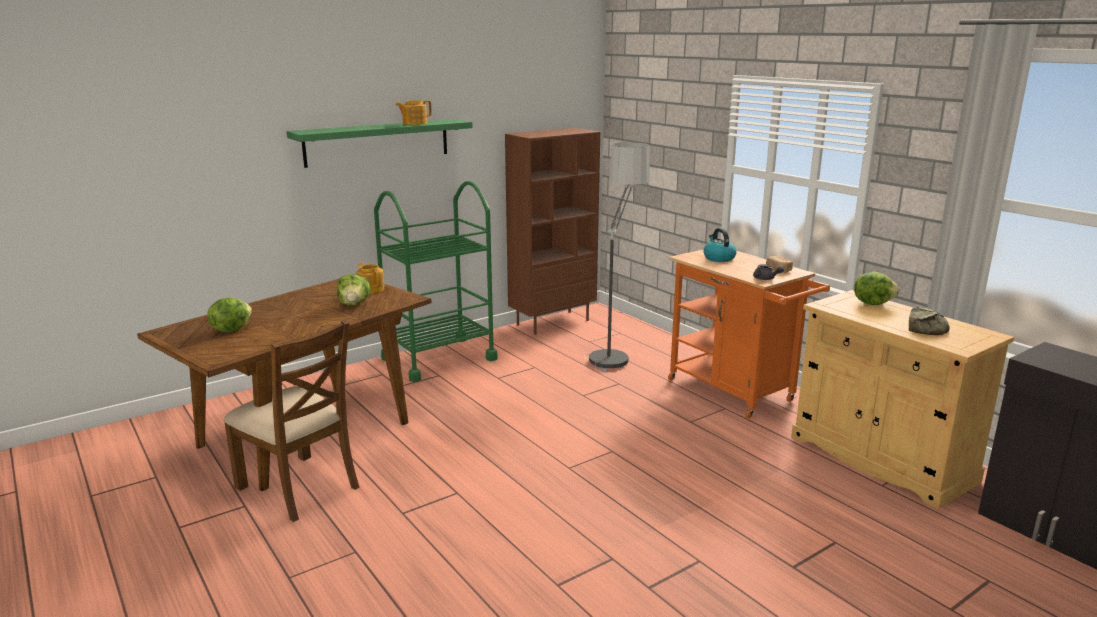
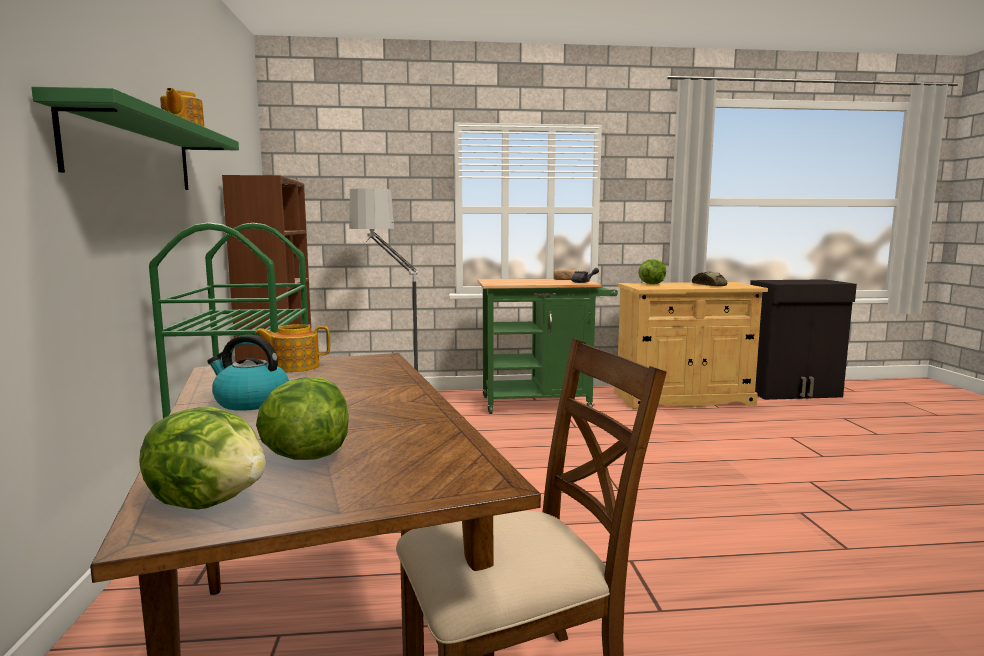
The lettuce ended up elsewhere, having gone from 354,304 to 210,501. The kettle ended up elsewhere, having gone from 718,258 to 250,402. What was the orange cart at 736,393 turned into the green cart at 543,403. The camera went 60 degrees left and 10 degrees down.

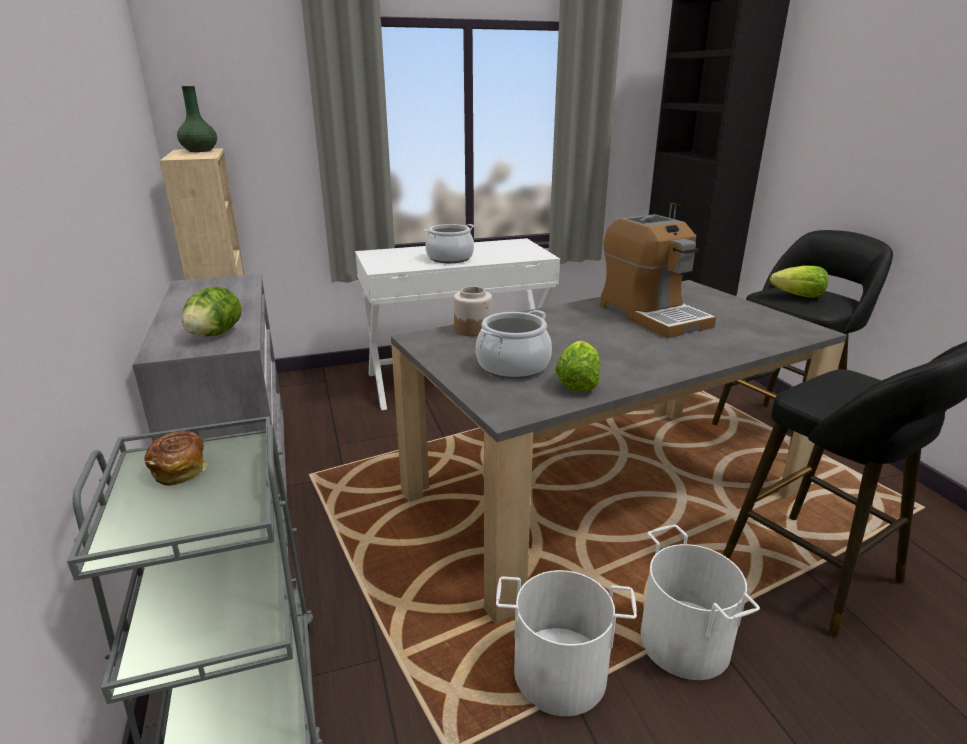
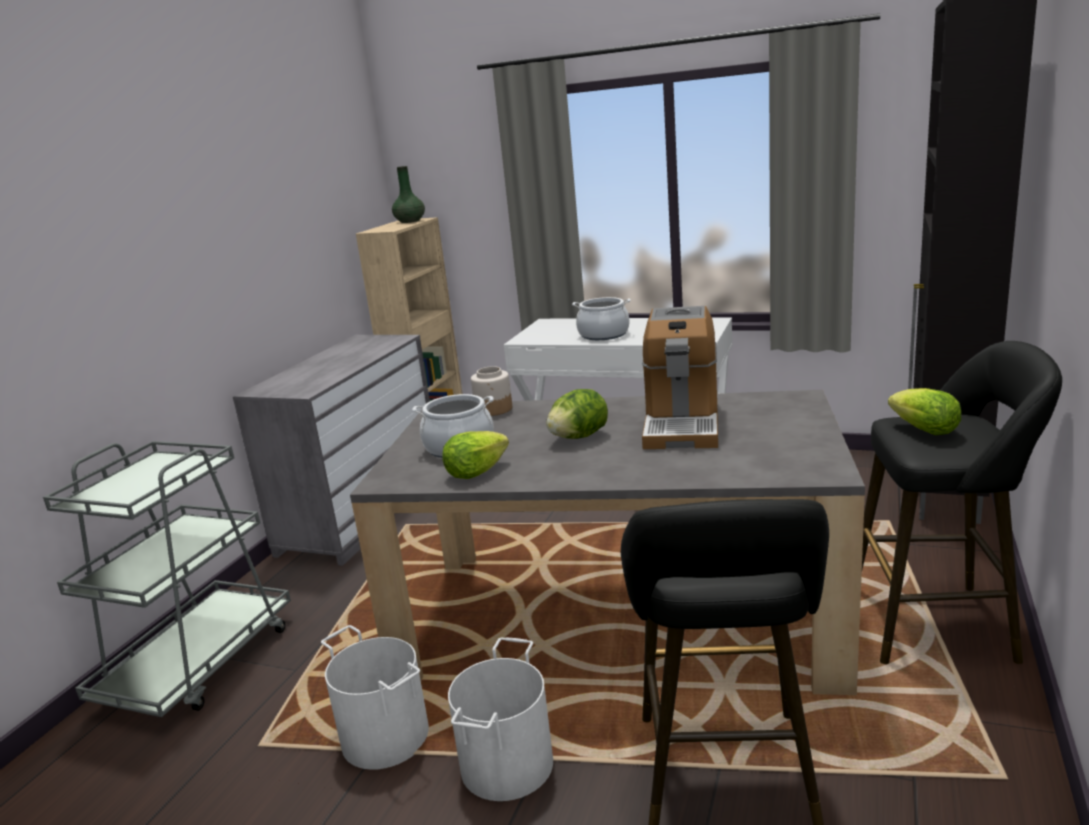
The second view lost the bread at 180,469. The lettuce ended up elsewhere, having gone from 215,334 to 579,437. The camera went 40 degrees right and 5 degrees down.

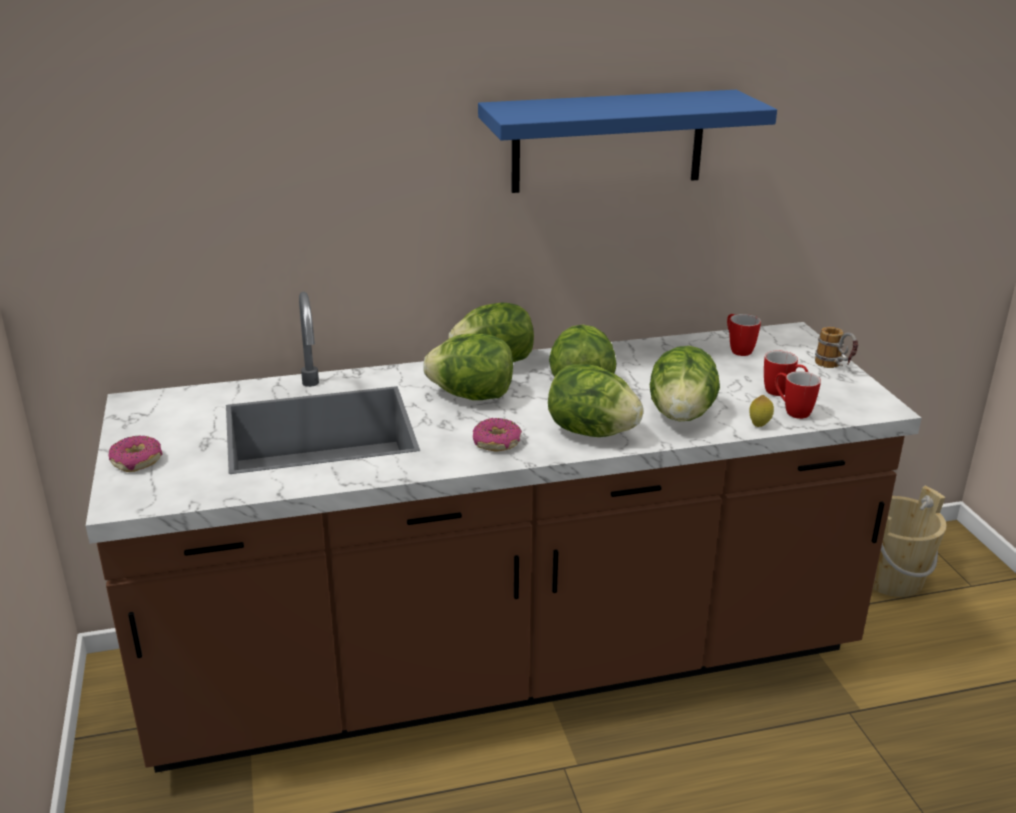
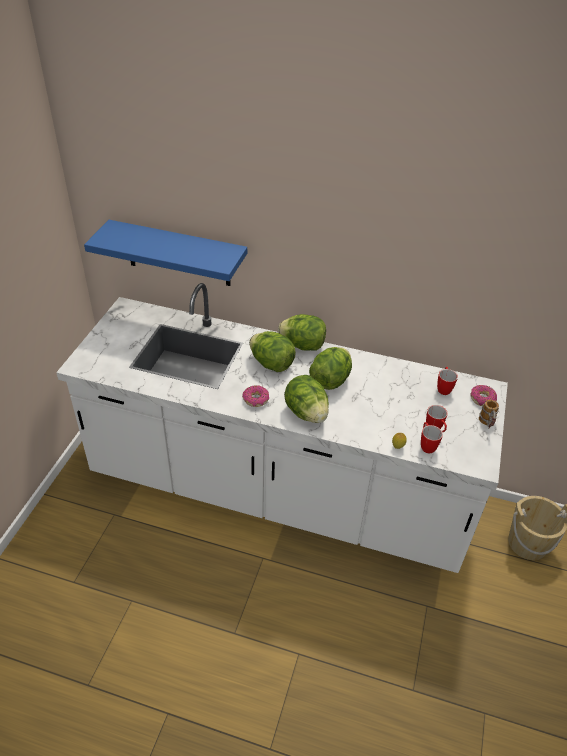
The second view lost the lettuce at 681,415. The donut ended up elsewhere, having gone from 137,461 to 482,399. The blue shelf ended up elsewhere, having gone from 608,141 to 178,254. What was the brown counter at 506,664 turned into the white counter at 278,491. The camera went 30 degrees right and 15 degrees up.

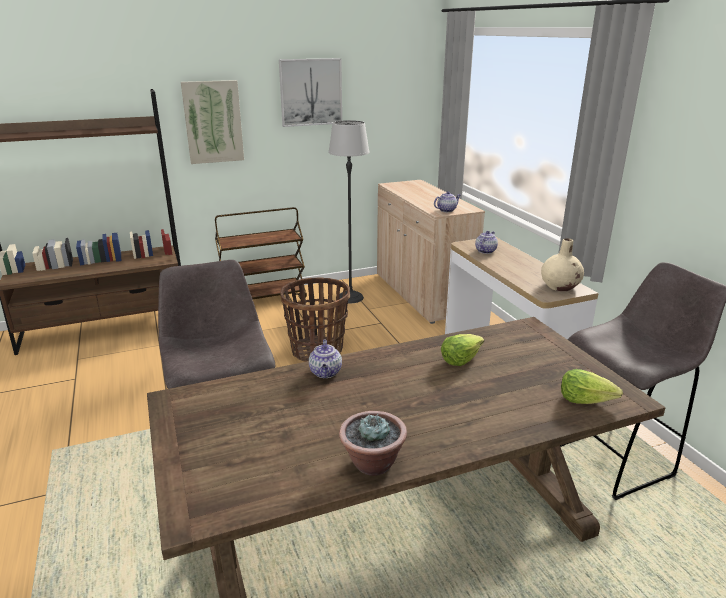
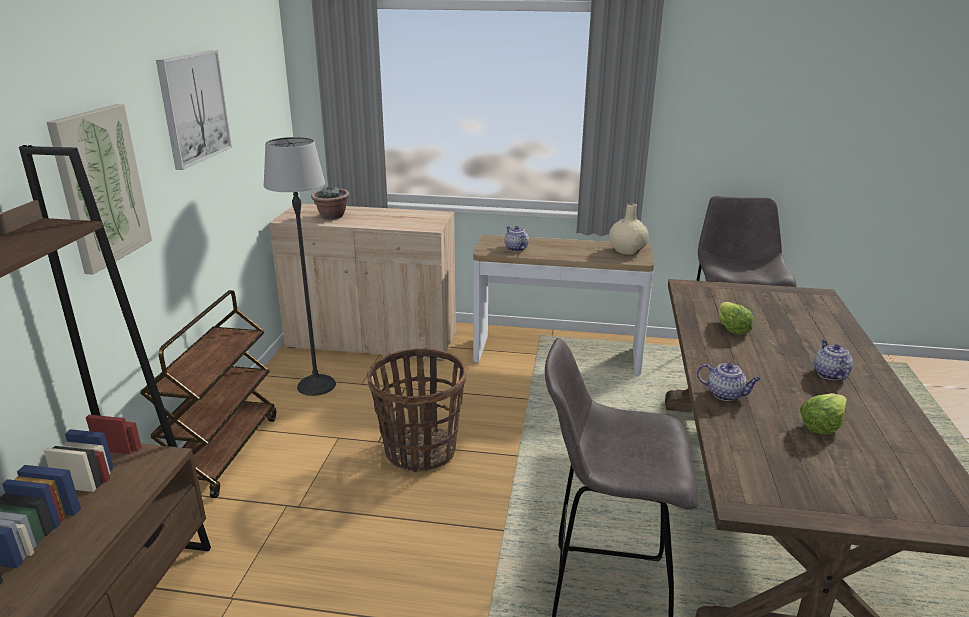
The potted plant ended up elsewhere, having gone from 372,463 to 332,216. The teapot ended up elsewhere, having gone from 446,210 to 829,374. The lettuce ended up elsewhere, having gone from 585,399 to 821,425. The camera went 60 degrees left and 0 degrees up.

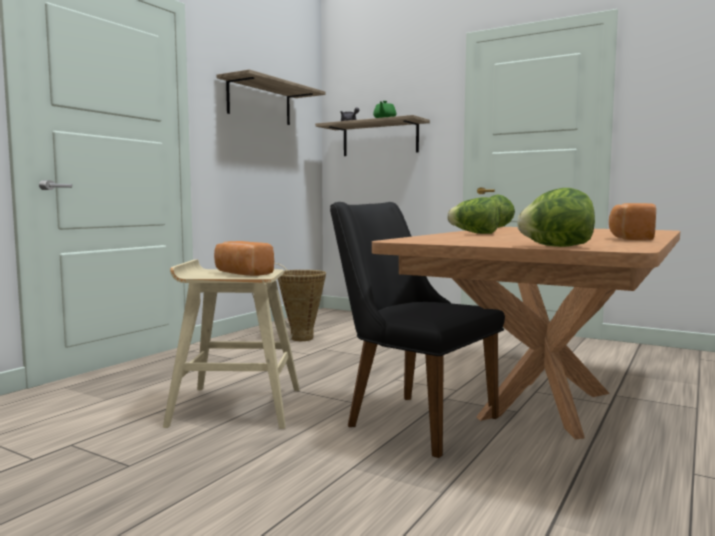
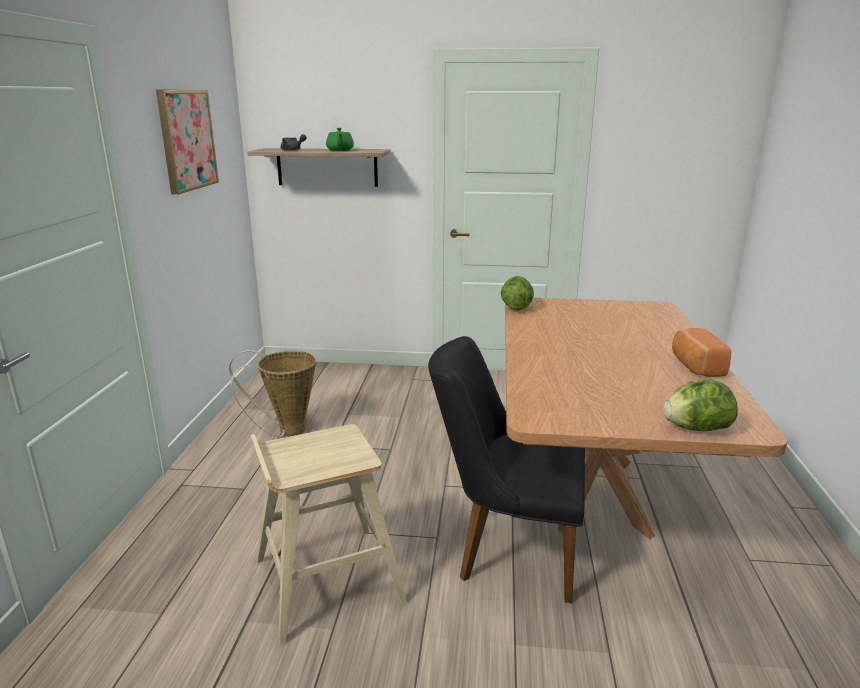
The second view lost the bread at 241,274. The second view lost the lettuce at 474,233. Where the shelf hung at 259,102, the picture came to hang at 187,140. The camera went 25 degrees left and 15 degrees up.

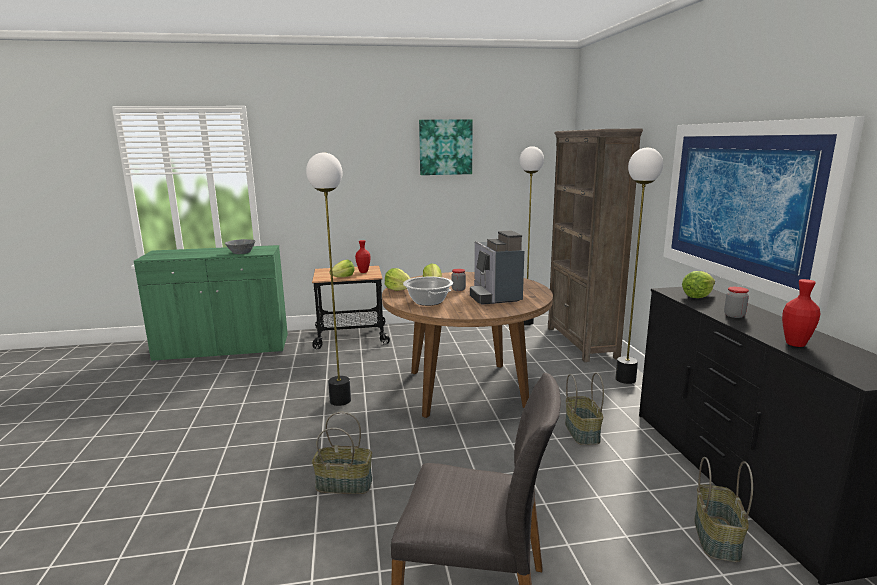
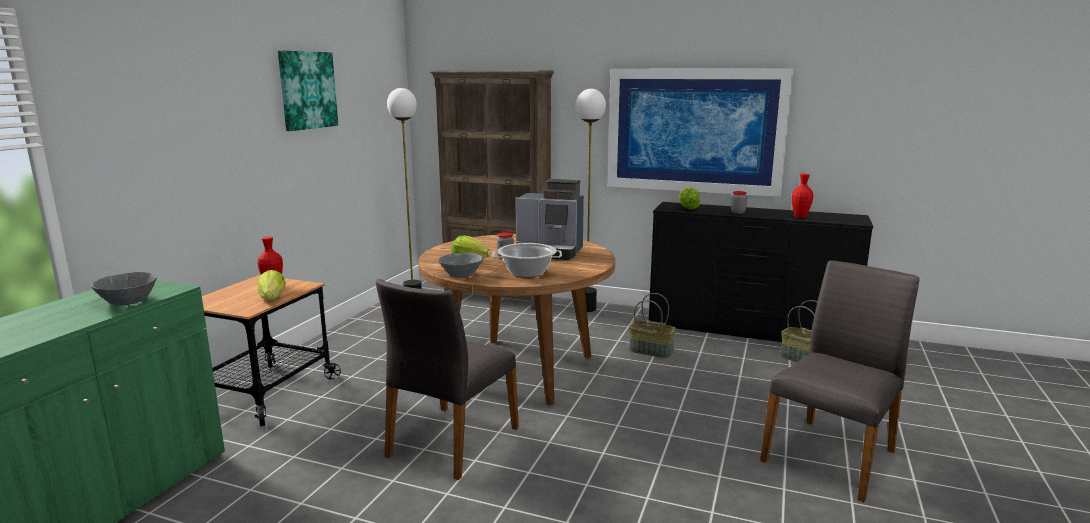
The second view lost the basket at 345,484. Where the floor lamp stood at 340,400, the grey chair came to stand at 451,442. Where the lettuce stood at 399,290, the grey bowl came to stand at 461,275. The camera went 60 degrees left and 0 degrees up.

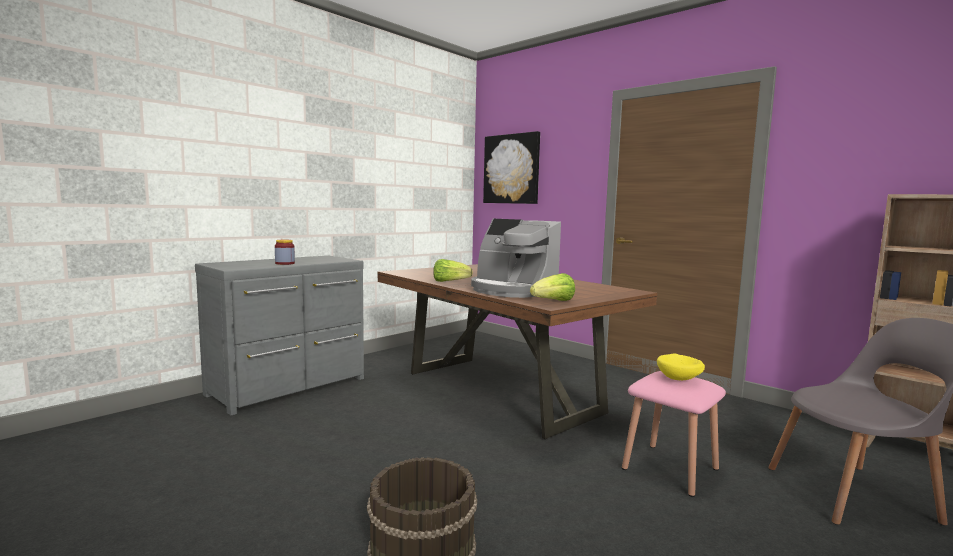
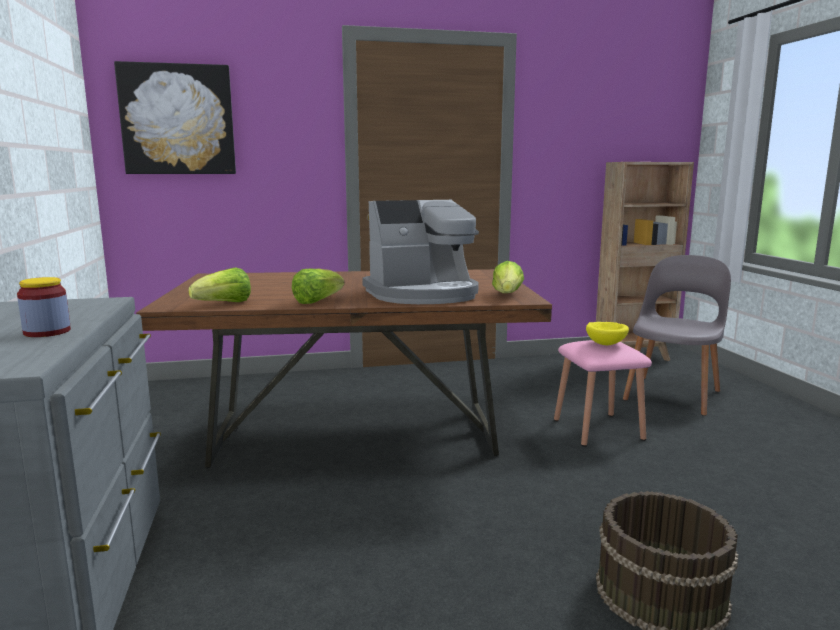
The second view gained the lettuce at 225,304. The camera went 55 degrees left and 5 degrees up.

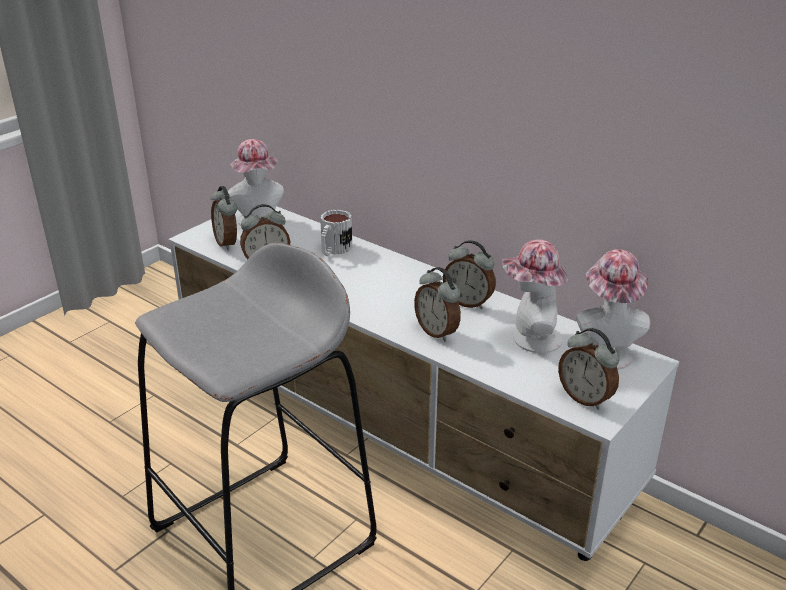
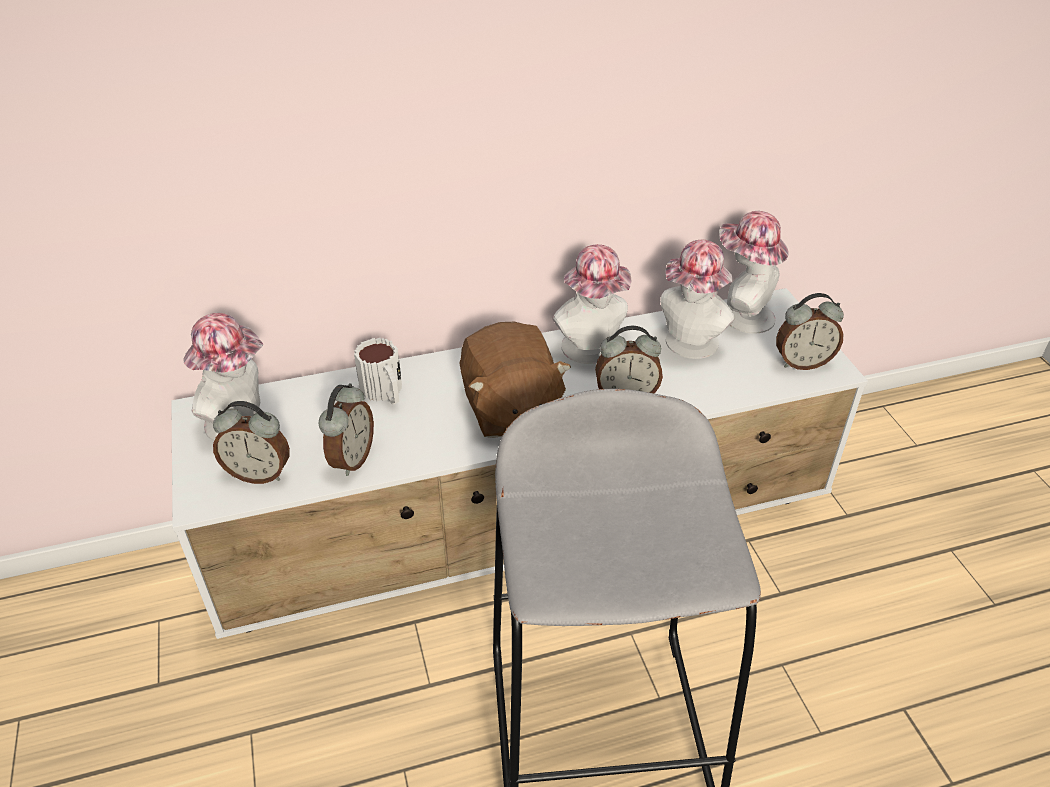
The second view gained the brown plush toy at 510,409. Where the alarm clock stood at 468,302, the hat came to stand at 592,351. The camera went 55 degrees left and 10 degrees up.

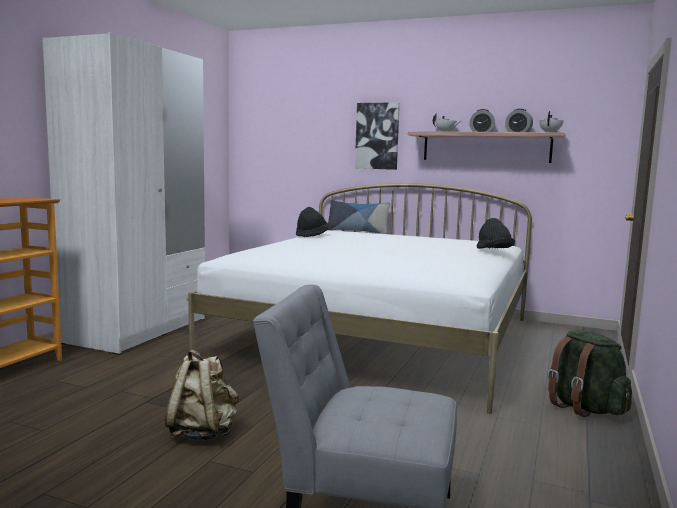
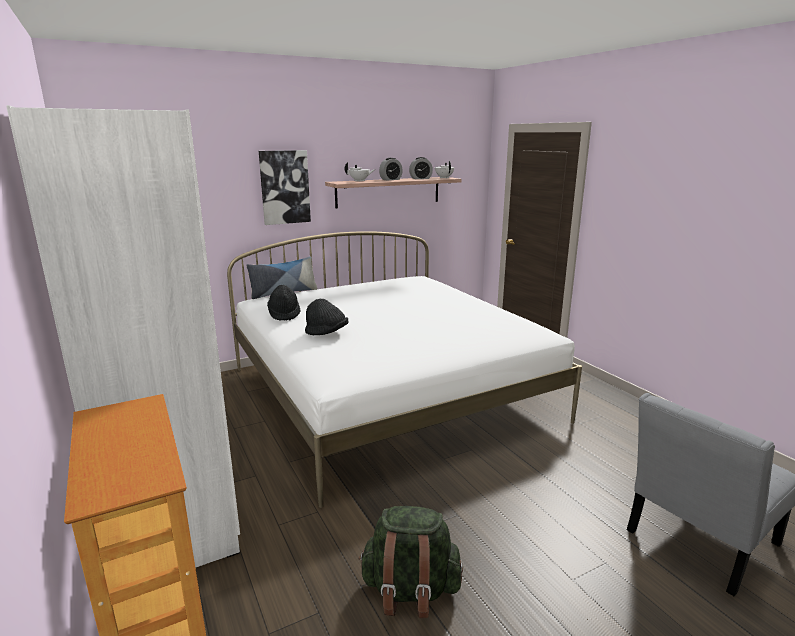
The second view lost the beige backpack at 203,433. The black hat ended up elsewhere, having gone from 494,251 to 327,333. The green backpack ended up elsewhere, having gone from 584,408 to 410,591. The camera went 50 degrees left and 10 degrees up.

